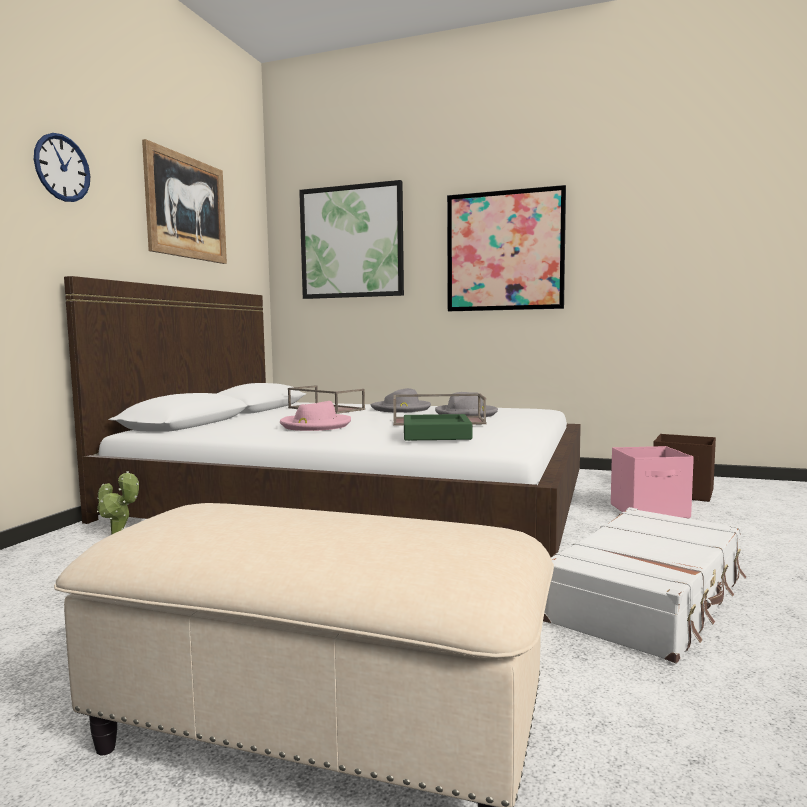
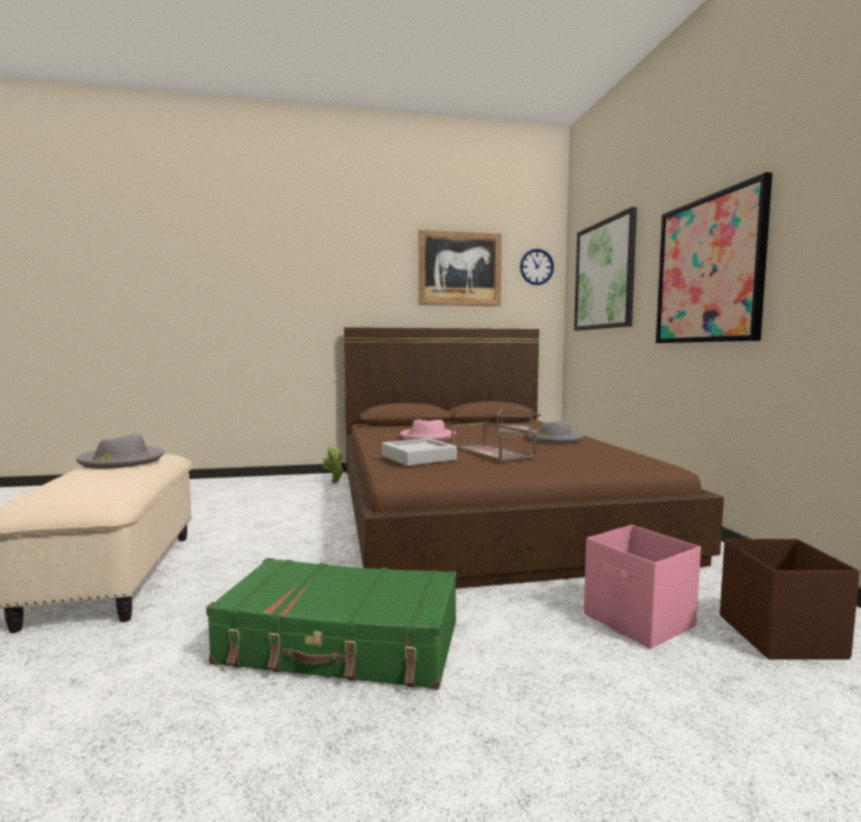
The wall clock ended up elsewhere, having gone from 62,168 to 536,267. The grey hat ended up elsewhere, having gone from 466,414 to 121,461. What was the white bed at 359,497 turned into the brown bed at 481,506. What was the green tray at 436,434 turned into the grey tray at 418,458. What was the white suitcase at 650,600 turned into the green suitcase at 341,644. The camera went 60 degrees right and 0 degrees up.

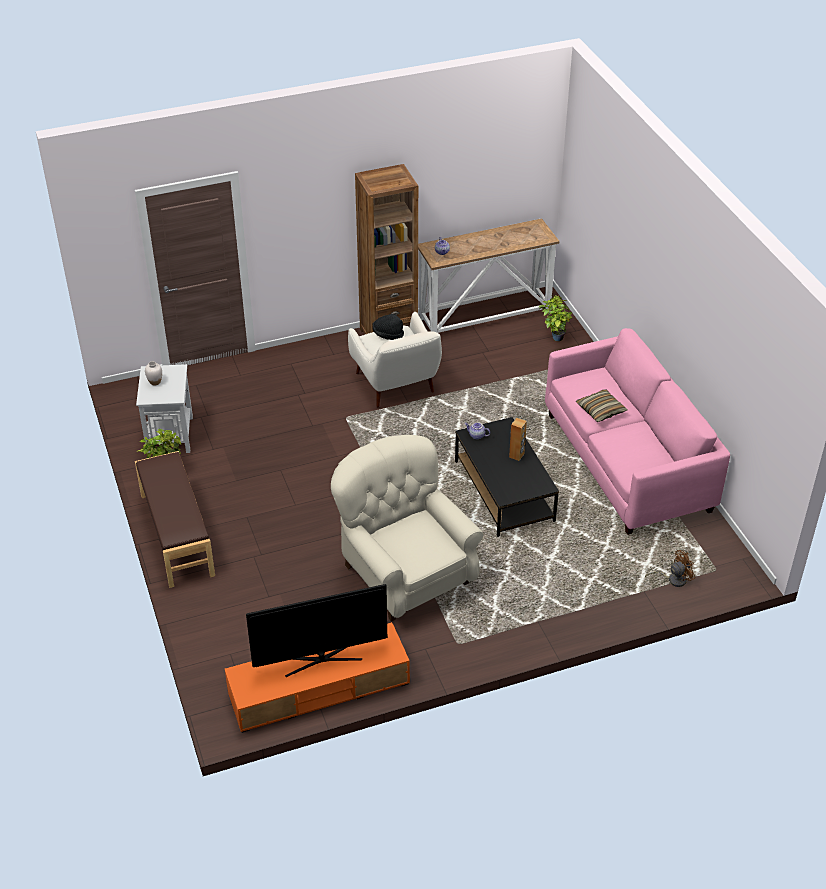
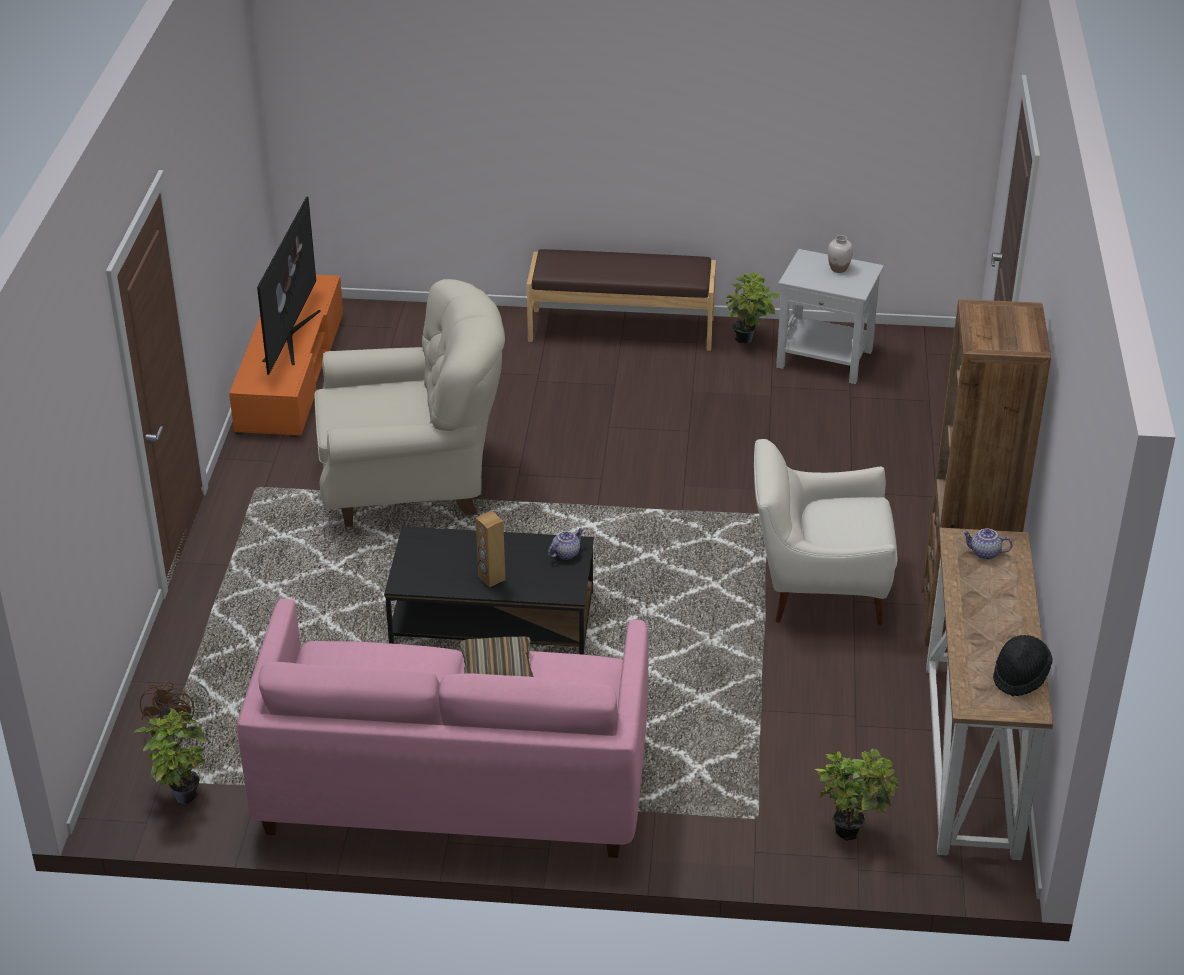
The second view gained the potted plant at 181,793. The black hat ended up elsewhere, having gone from 387,334 to 1020,676. The camera went 115 degrees right and 5 degrees down.

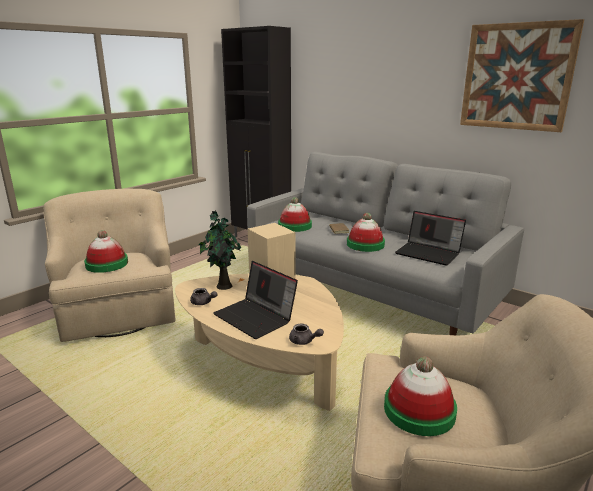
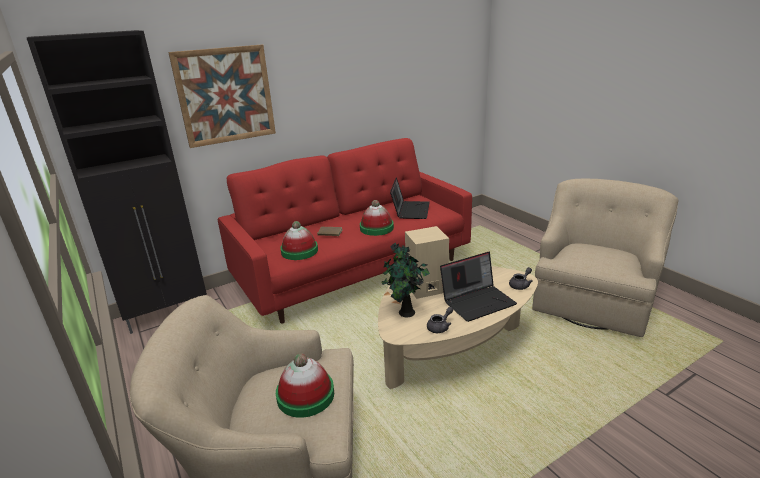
The second view lost the hat at 419,410. The picture ended up elsewhere, having gone from 516,77 to 225,95. What was the grey sofa at 371,290 turned into the red sofa at 354,272. The laptop at 429,253 ended up facing another way, 45 degrees counterclockwise from before. The camera went 70 degrees left and 5 degrees up.

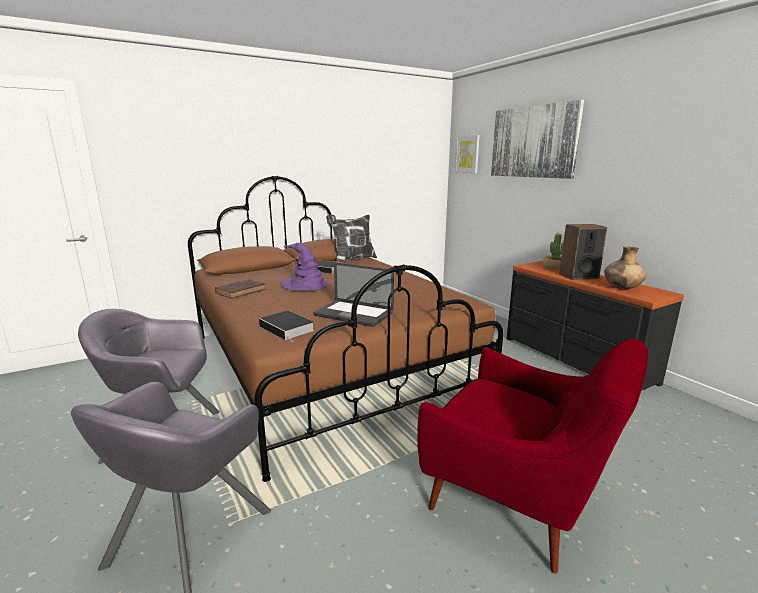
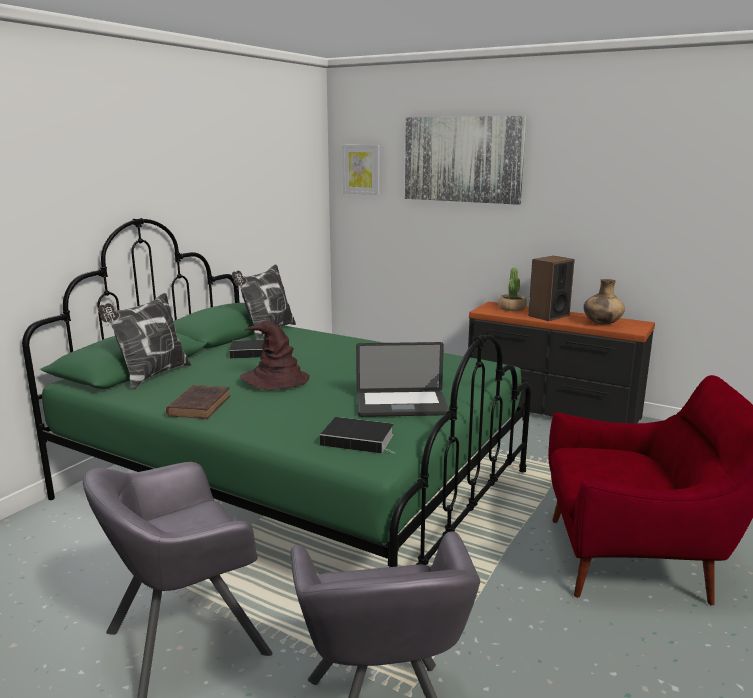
The second view gained the pillow at 151,375. What was the brown bed at 327,364 turned into the green bed at 296,485. What was the purple hat at 306,285 turned into the brown hat at 274,380. The camera went 30 degrees left and 0 degrees up.

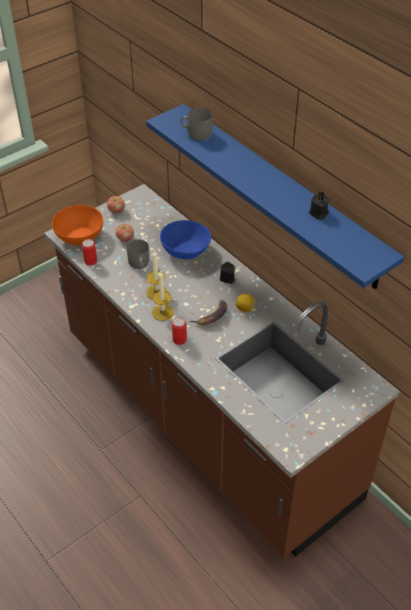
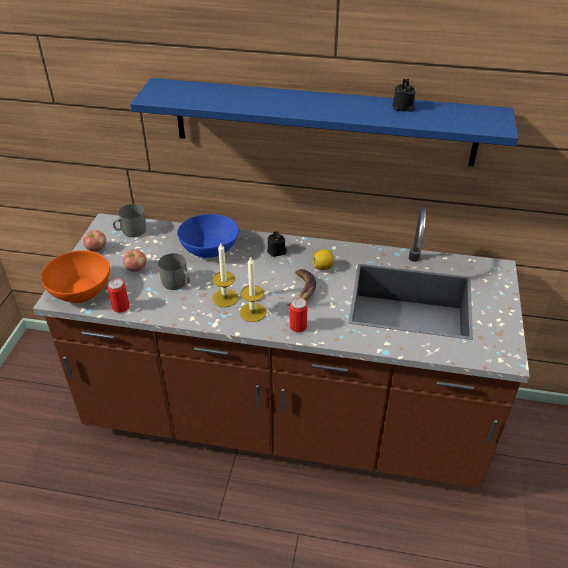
The grey mug ended up elsewhere, having gone from 196,133 to 131,231. The camera went 40 degrees left and 5 degrees down.

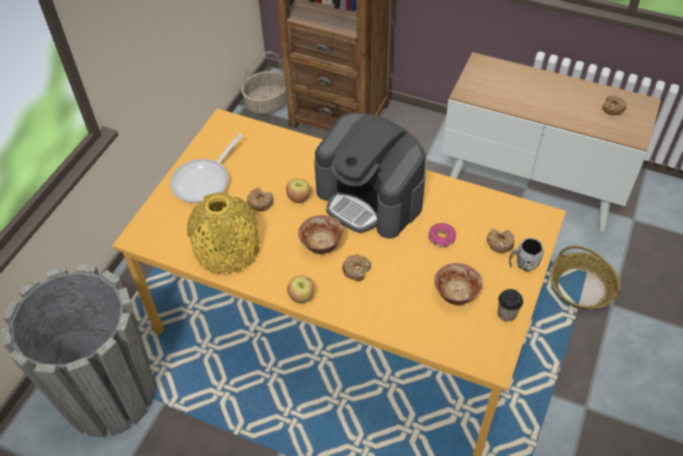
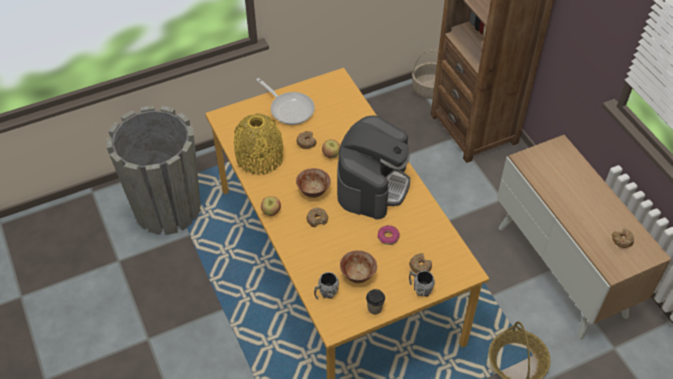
The second view gained the grey mug at 325,293. The frying pan at 205,181 ended up facing another way, 120 degrees counterclockwise from before. The coffee machine at 370,198 ended up facing another way, 150 degrees counterclockwise from before. The camera went 40 degrees right and 0 degrees up.

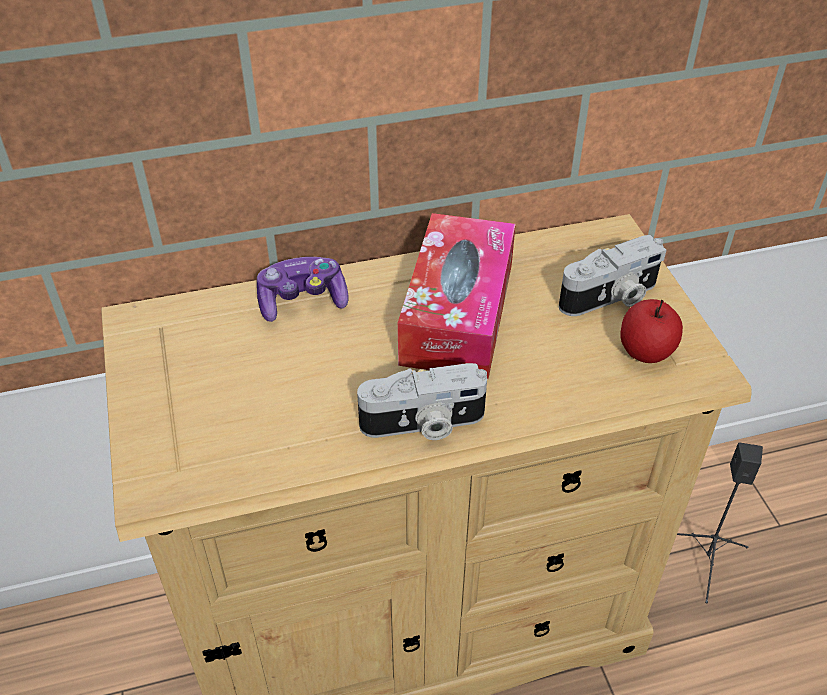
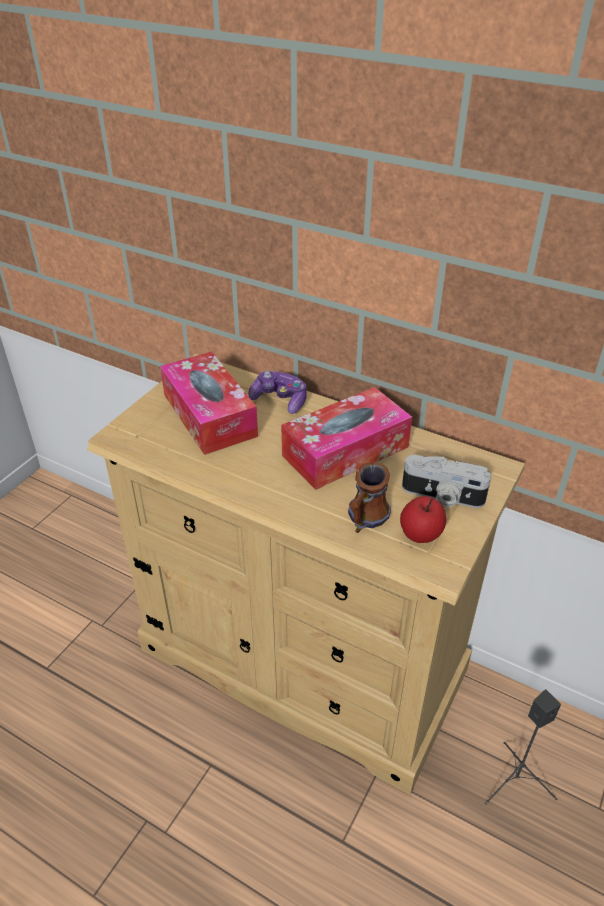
The second view lost the photo camera at 423,424. The second view gained the tissue box at 209,415. The second view gained the mug at 364,521. The camera went 45 degrees right and 5 degrees down.

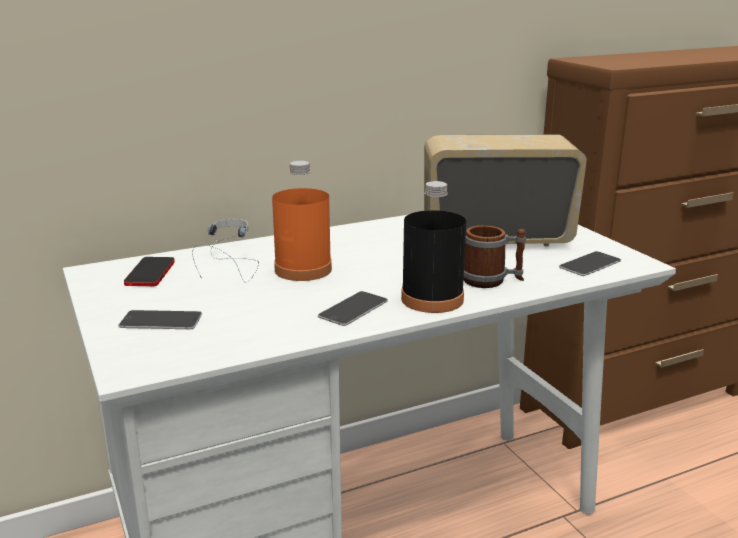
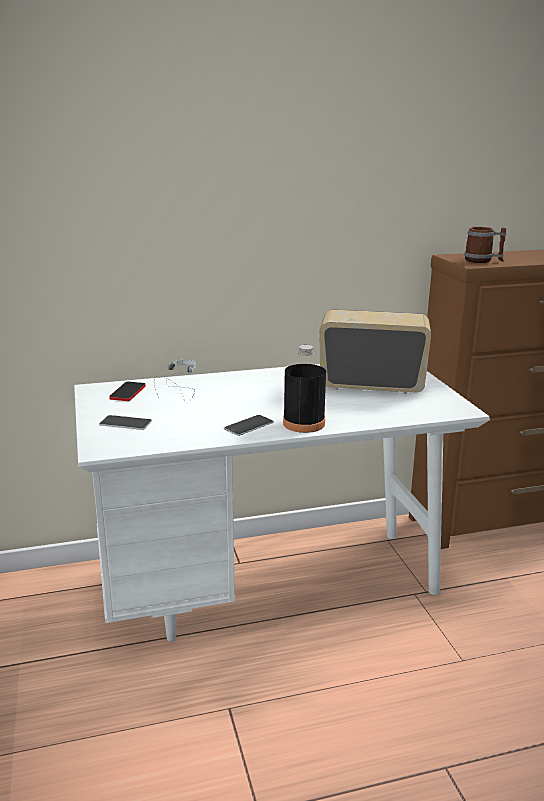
The second view lost the orange bottle at 303,269. The second view lost the phone at 590,264. The mug ended up elsewhere, having gone from 491,280 to 483,261. The camera went 10 degrees right and 0 degrees up.

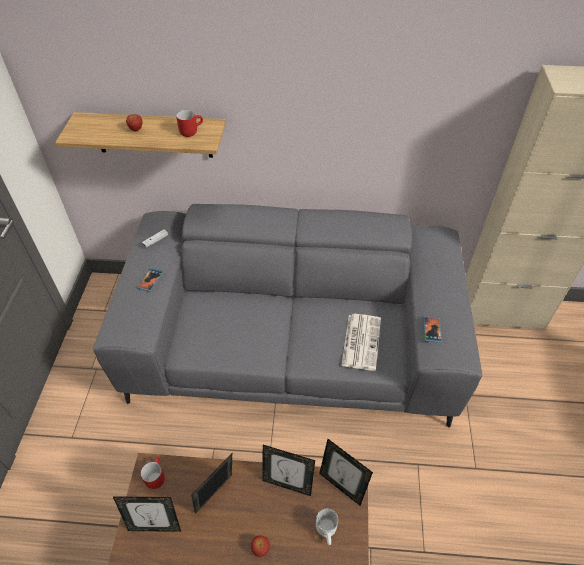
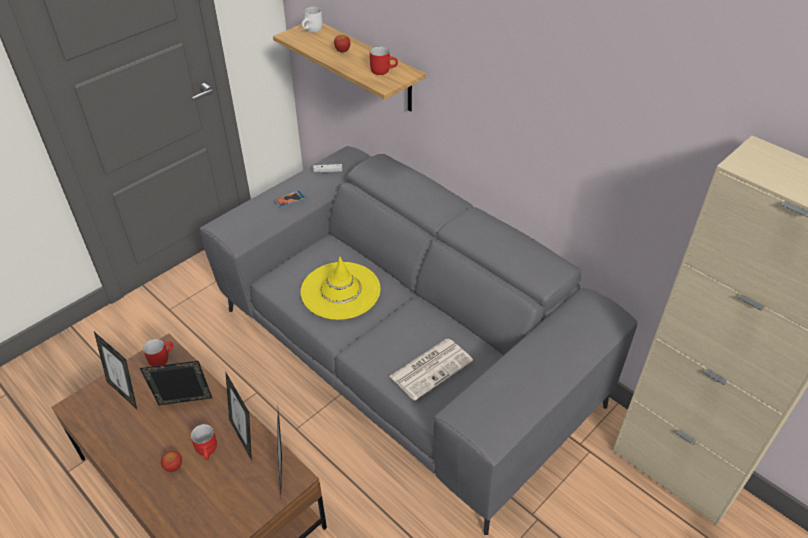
The second view lost the phone at 432,330. The second view gained the red mug at 208,450. The second view gained the yellow hat at 340,291. The white mug ended up elsewhere, having gone from 328,531 to 313,30. The camera went 40 degrees right and 5 degrees down.

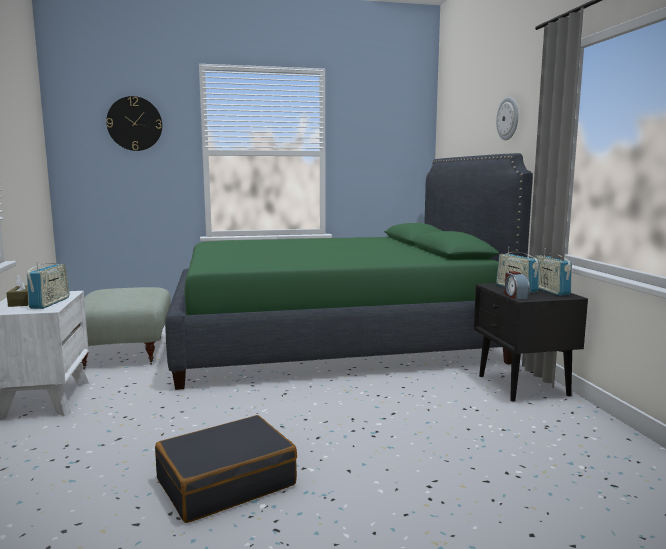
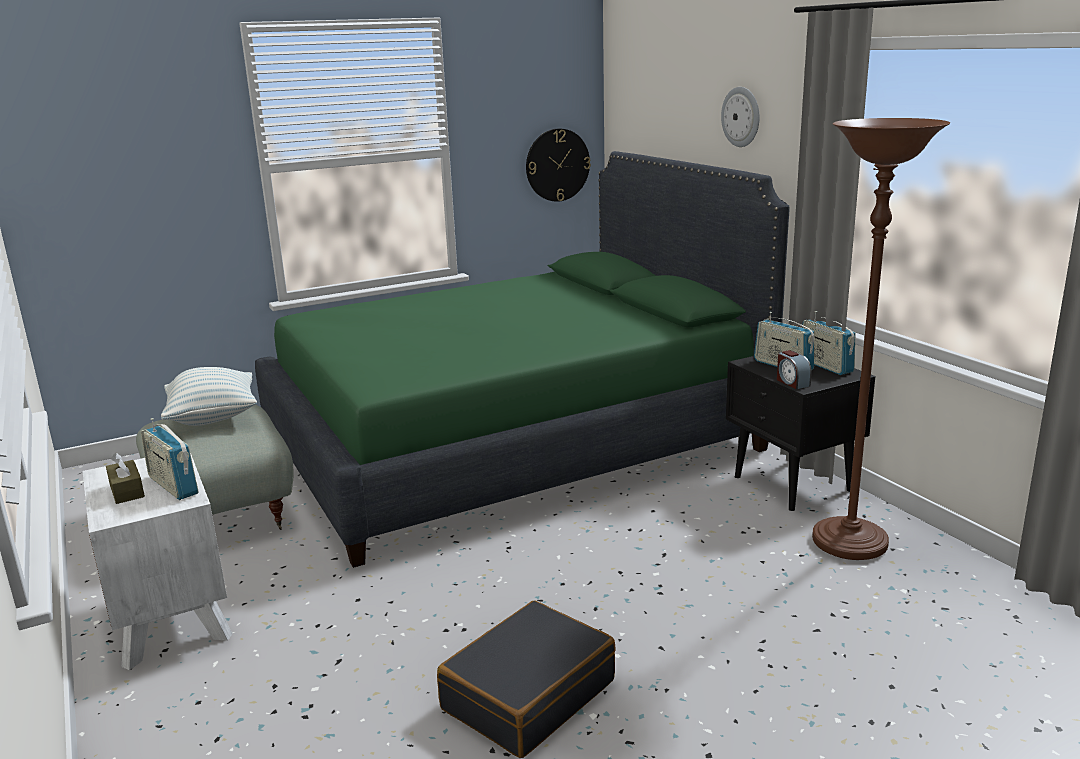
The second view gained the pillow at 213,418. The second view gained the brown floor lamp at 849,543. The wall clock ended up elsewhere, having gone from 134,123 to 557,165. The radio at 50,303 ended up facing another way, 150 degrees clockwise from before. The camera went 15 degrees left and 10 degrees up.

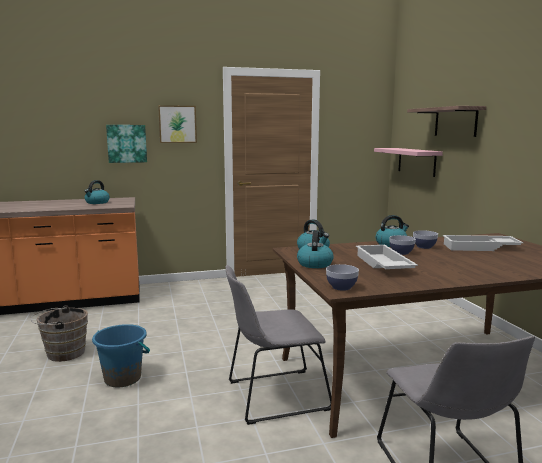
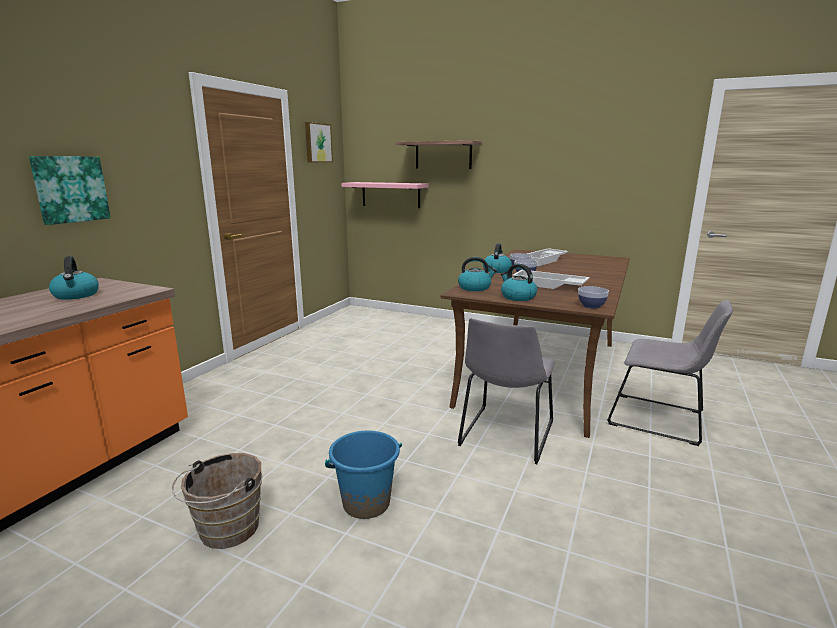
The picture ended up elsewhere, having gone from 177,124 to 317,143. The camera went 50 degrees left and 5 degrees up.

